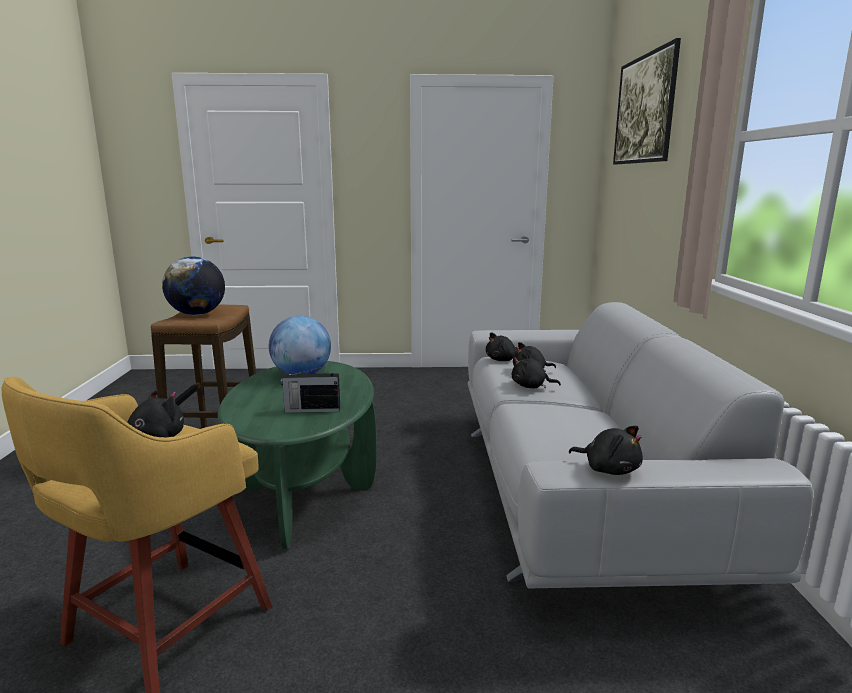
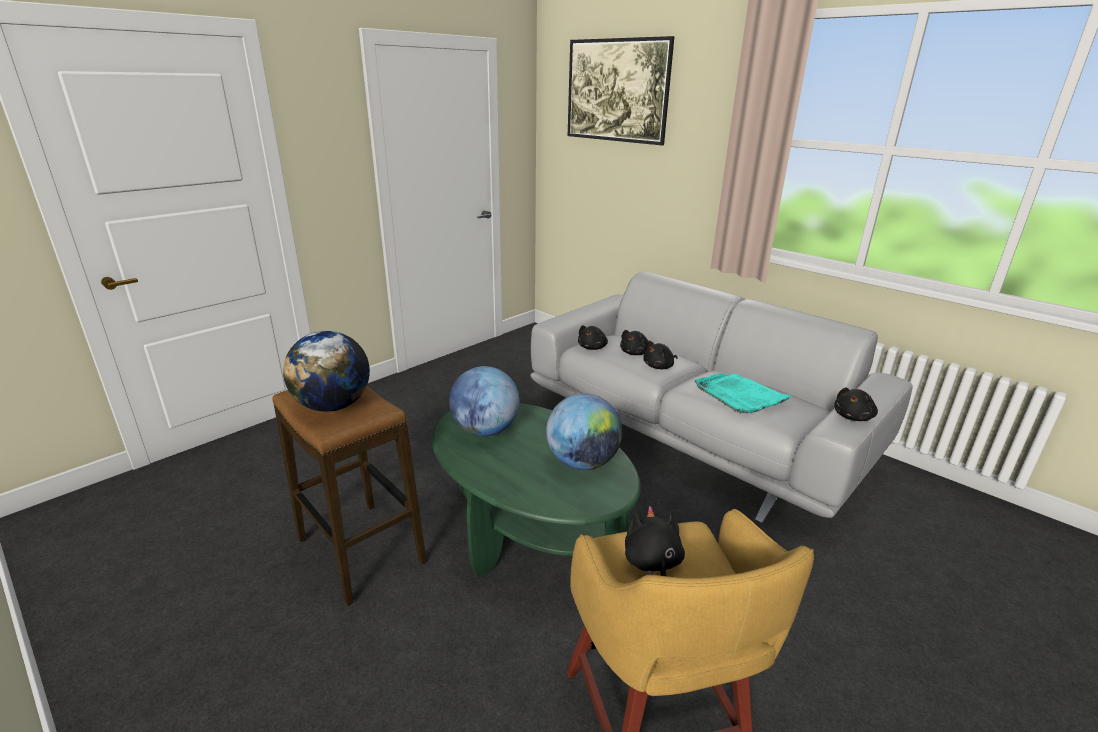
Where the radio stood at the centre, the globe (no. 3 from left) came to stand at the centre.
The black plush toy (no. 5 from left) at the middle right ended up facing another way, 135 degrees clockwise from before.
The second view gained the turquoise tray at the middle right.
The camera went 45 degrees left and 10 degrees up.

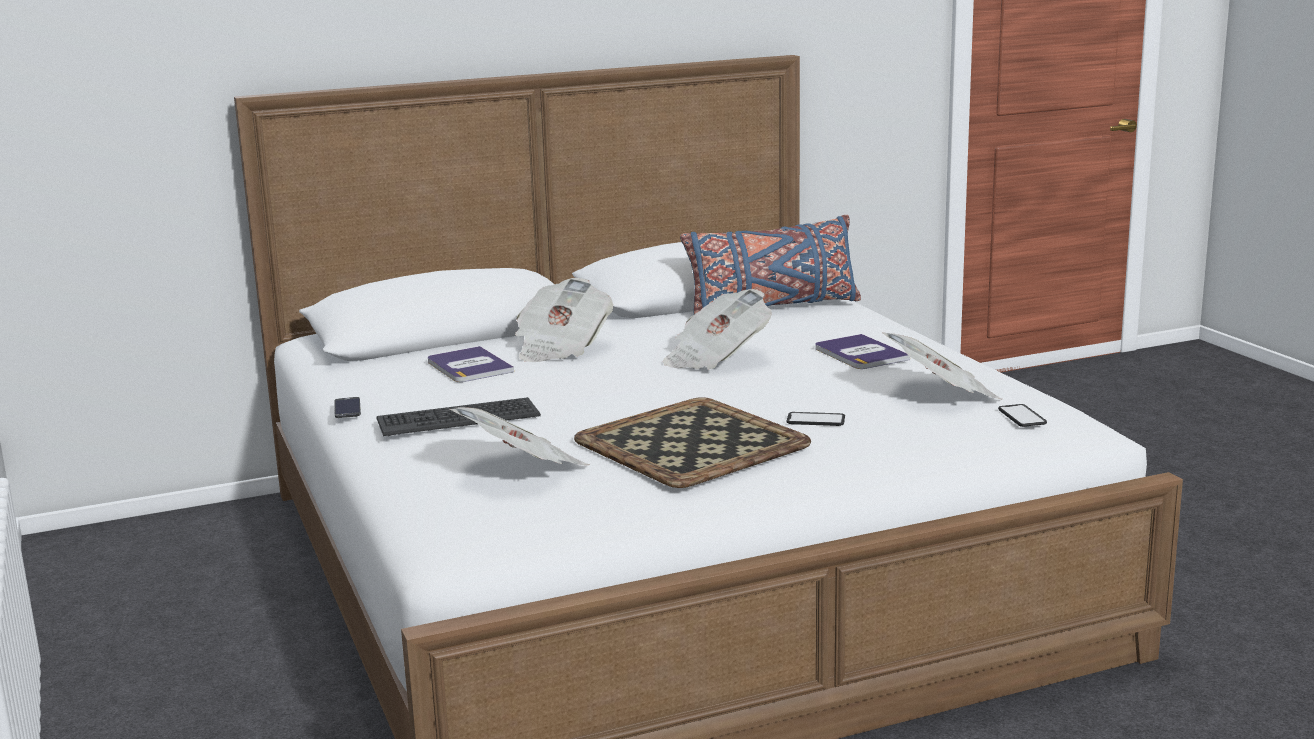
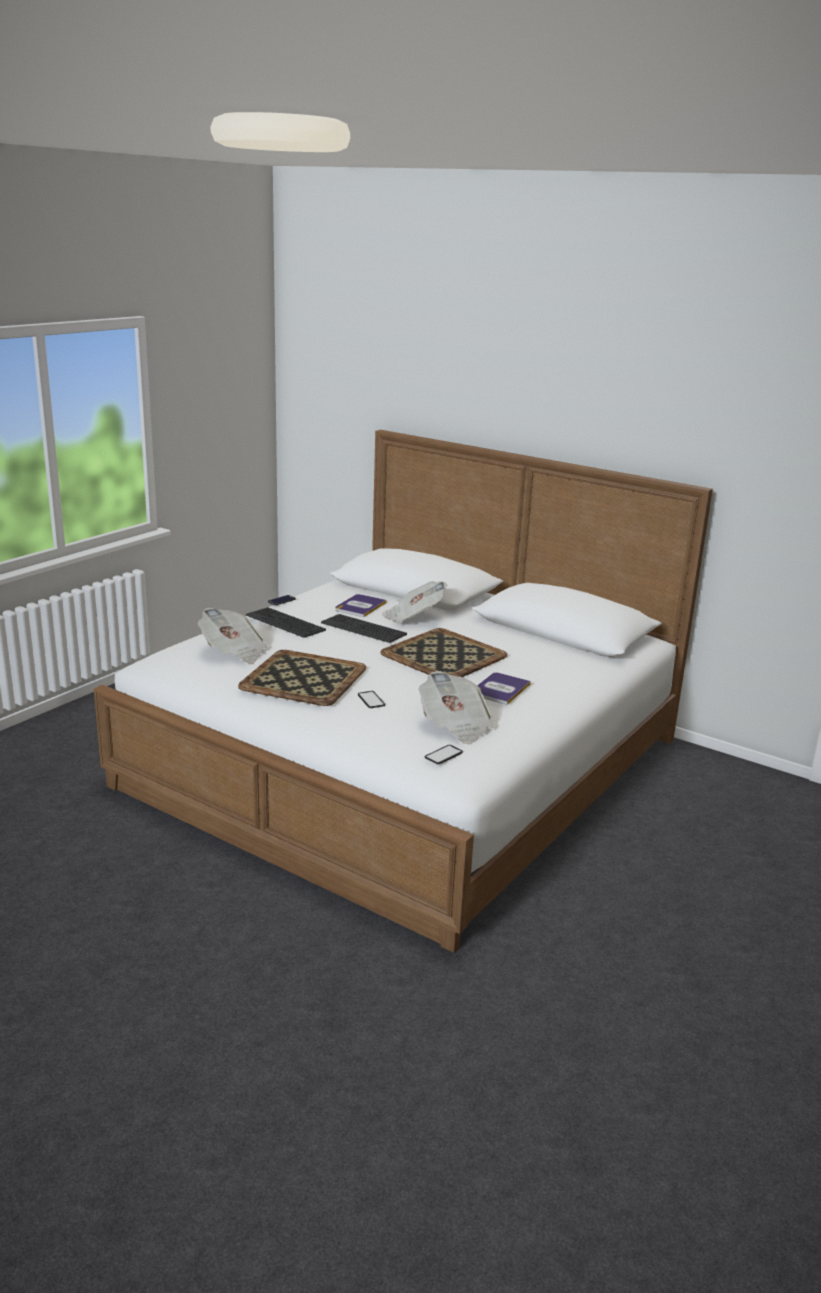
The second view lost the blue pillow at the centre.
Where the newspaper (no. 3 from left) stood at the centre, the tray (no. 2 from left) came to stand at the centre.
The second view gained the keyboard (no. 2 from left) at the centre.
The camera went 55 degrees right and 5 degrees up.

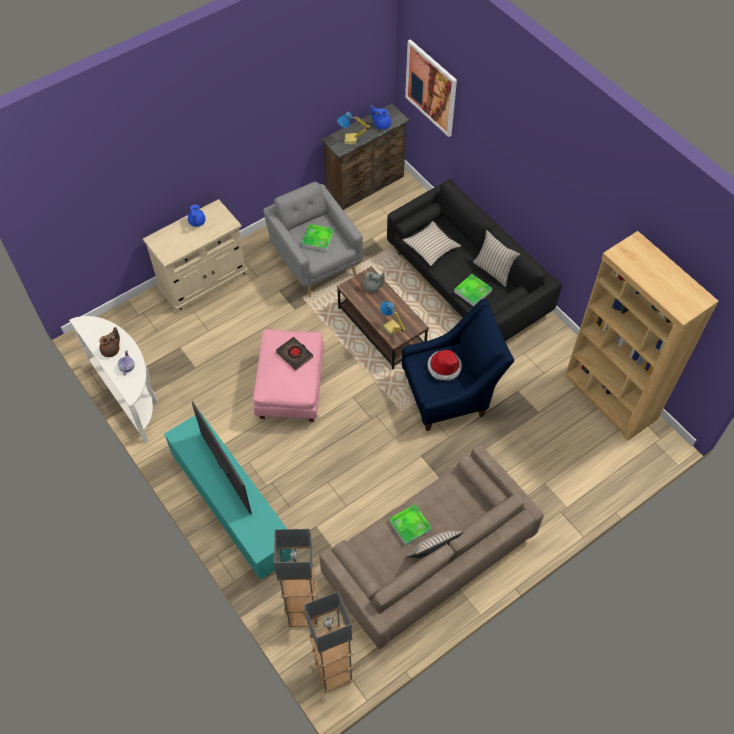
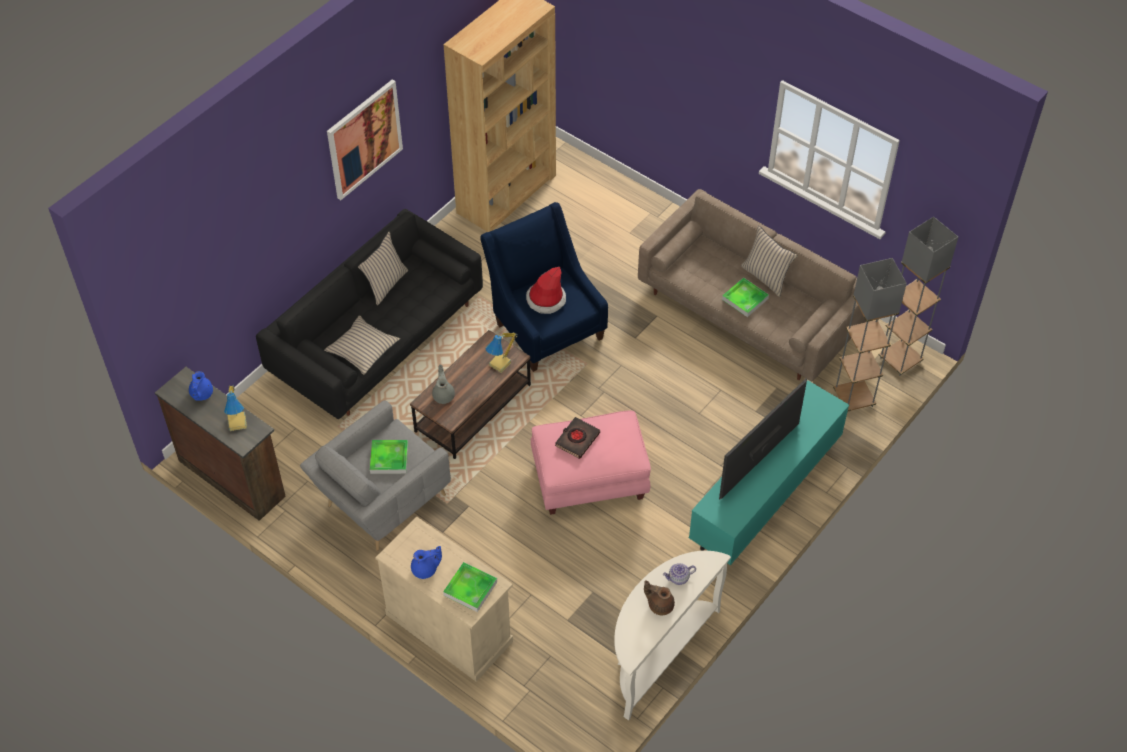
The picture ended up elsewhere, having gone from the top centre to the top left.
The tray (no. 3 from left in the first image) ended up elsewhere, having gone from the centre to the bottom centre.
The camera went 105 degrees left and 5 degrees down.

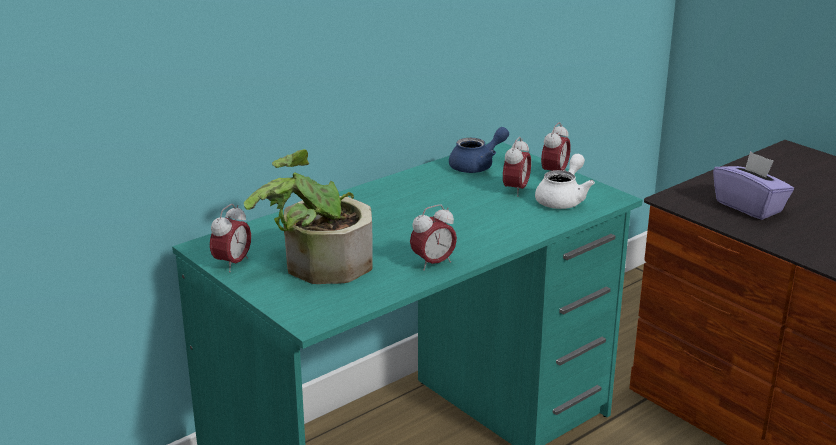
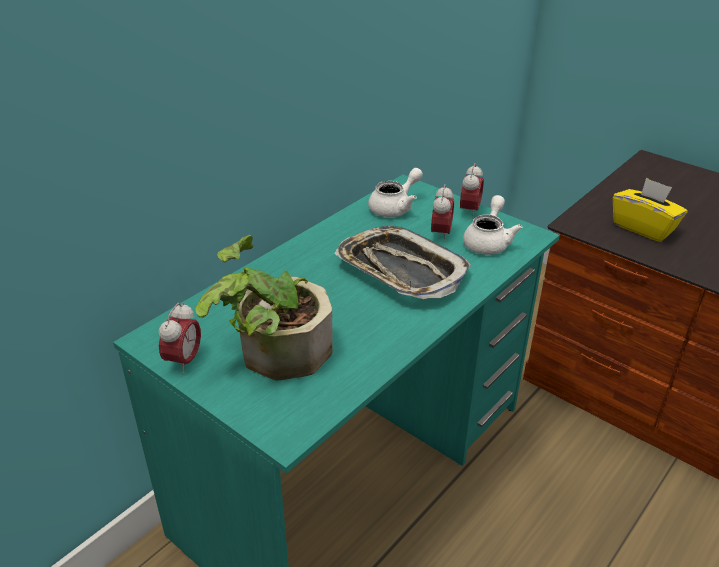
What was the blue teapot at the centre turned into the white teapot (no. 1 from left) at the centre.
What was the purple tissue box at the middle right turned into the yellow tissue box at the middle right.
The second view lost the alarm clock (no. 2 from left) at the centre.
The second view gained the tray at the centre.
The camera went 10 degrees left and 10 degrees up.

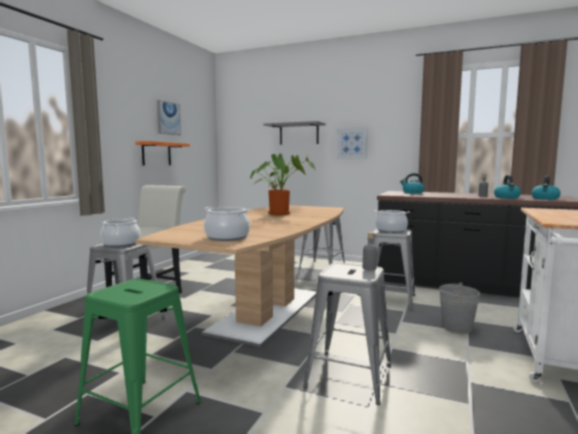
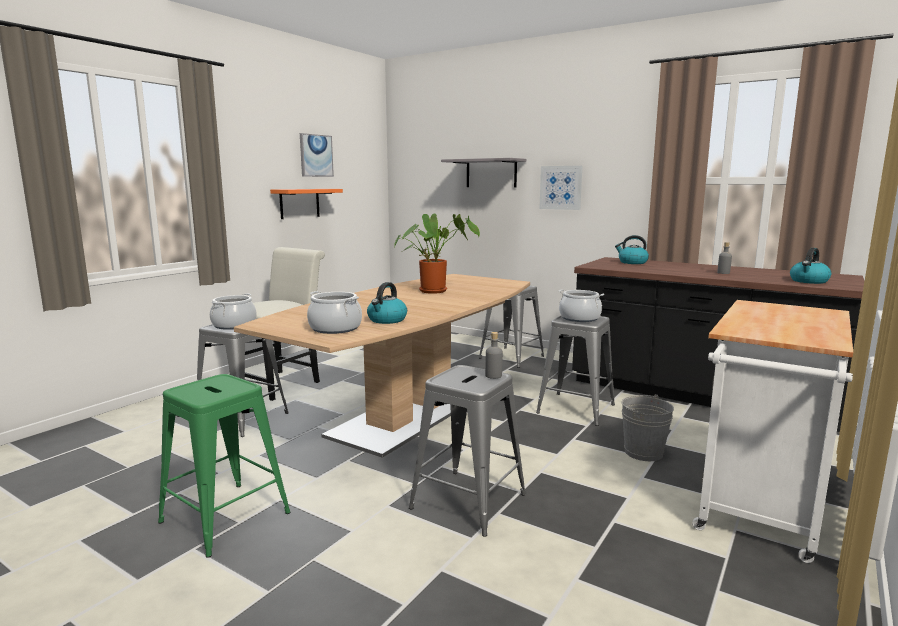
The kettle (no. 2 from left in the first image) ended up elsewhere, having gone from the middle right to the centre.
The camera went 10 degrees right and 5 degrees up.

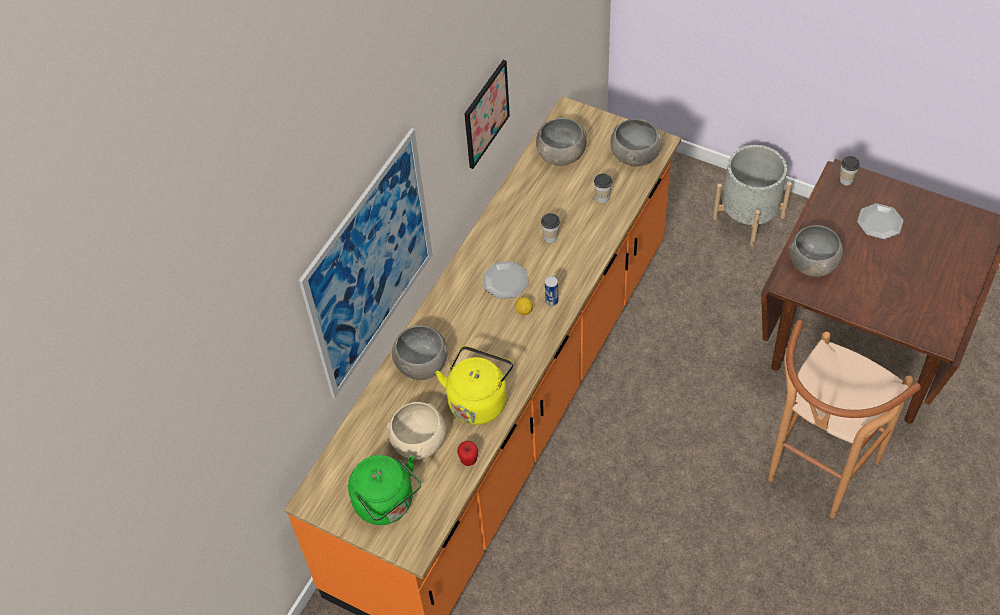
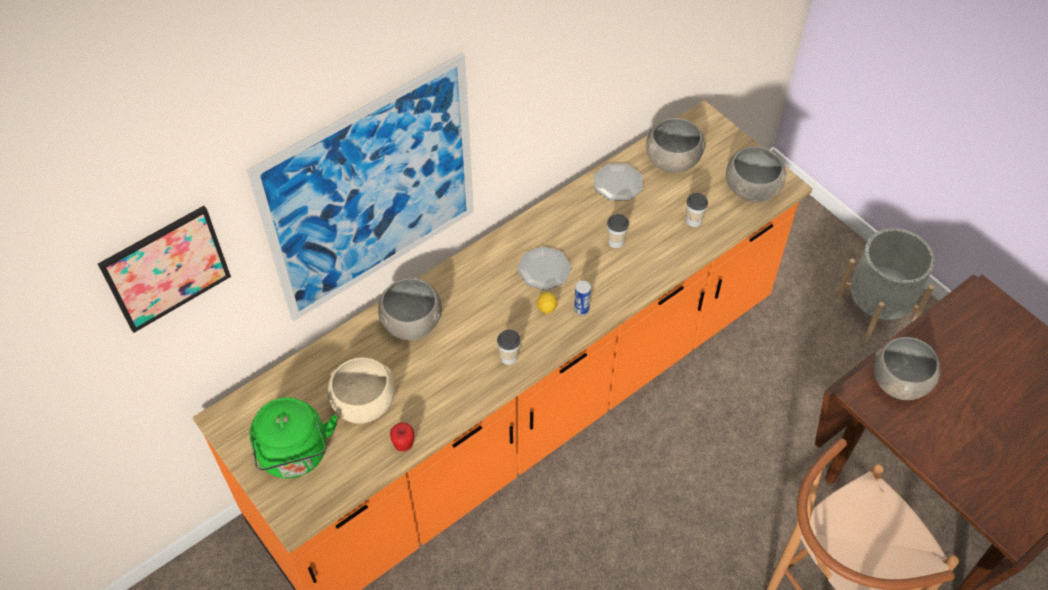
The picture (no. 2 from left in the first image) ended up elsewhere, having gone from the top centre to the middle left.
The cup (no. 3 from left in the first image) ended up elsewhere, having gone from the top right to the centre.
The plate (no. 2 from left) ended up elsewhere, having gone from the middle right to the top centre.
The second view lost the yellow kettle at the centre.
The camera went 20 degrees right and 0 degrees up.

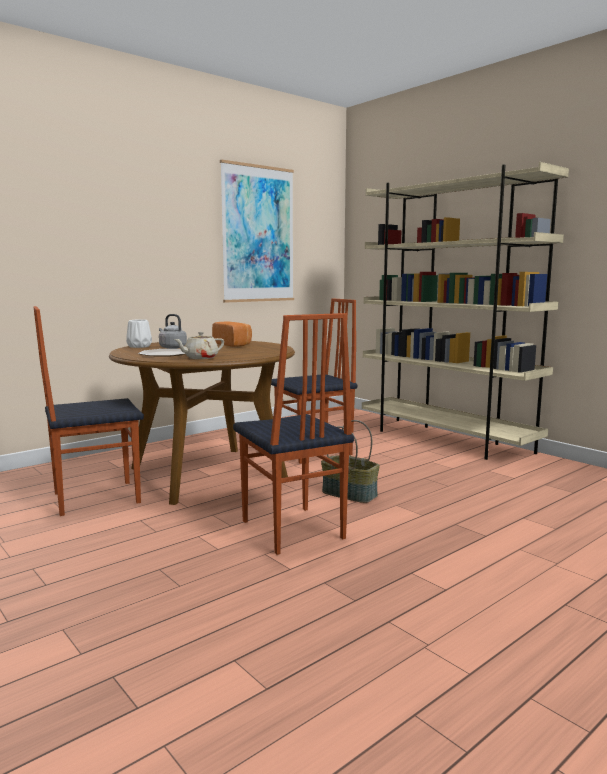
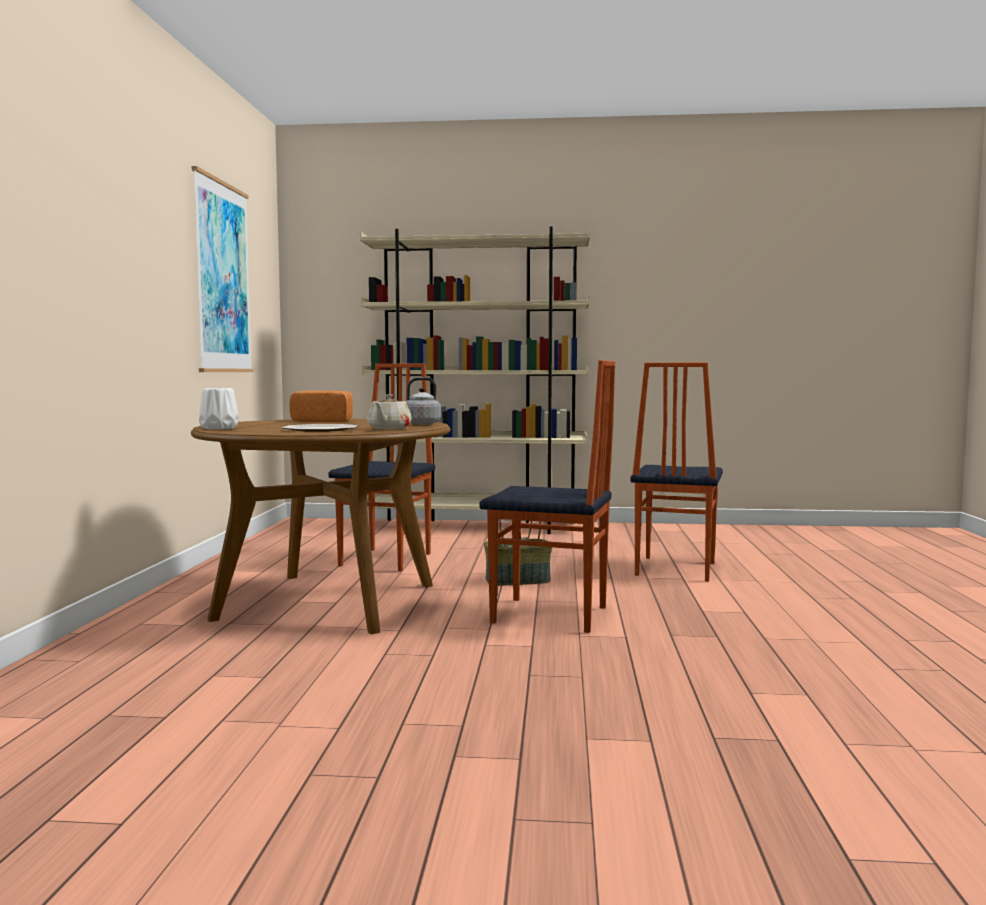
The chair (no. 1 from left in the first image) ended up elsewhere, having gone from the middle left to the middle right.
The grey kettle ended up elsewhere, having gone from the middle left to the centre.
The camera went 45 degrees left and 5 degrees down.

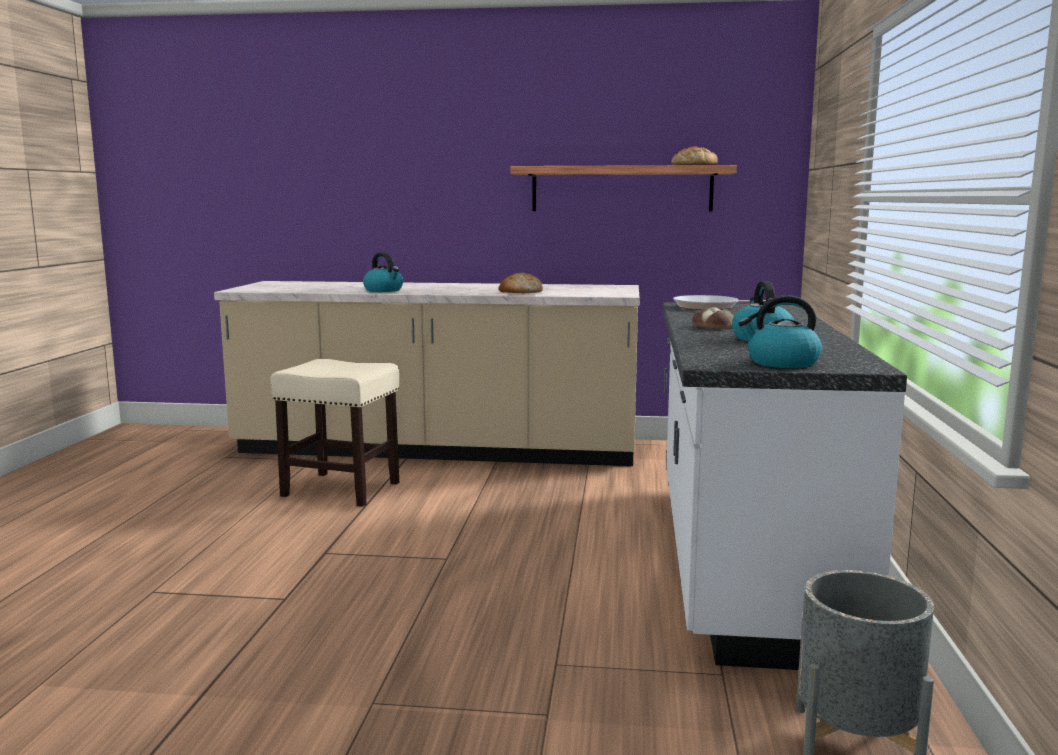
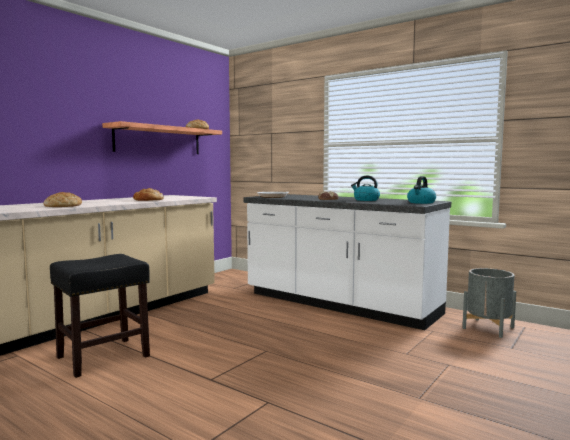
Where the kettle (no. 1 from left) stood at the centre, the bread (no. 1 from left) came to stand at the middle left.
What was the beige stool at the middle left turned into the black stool at the bottom left.
The camera went 60 degrees left and 5 degrees down.

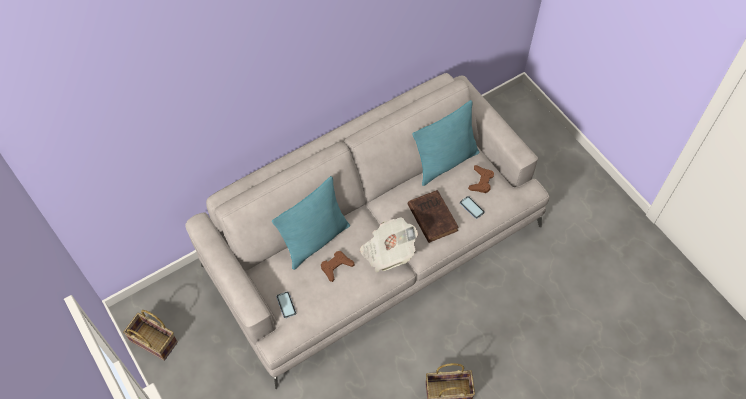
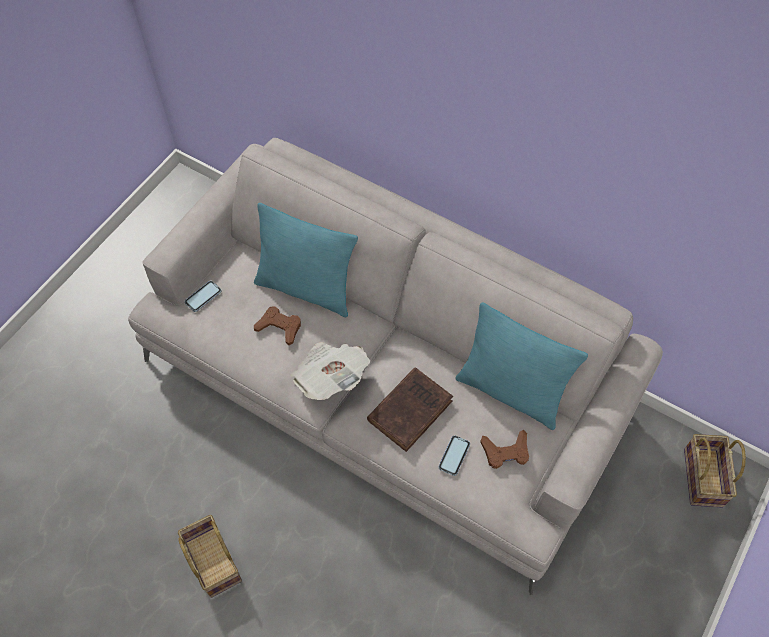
The basket (no. 1 from left in the first image) ended up elsewhere, having gone from the bottom left to the bottom right.
The camera went 65 degrees right and 0 degrees up.

